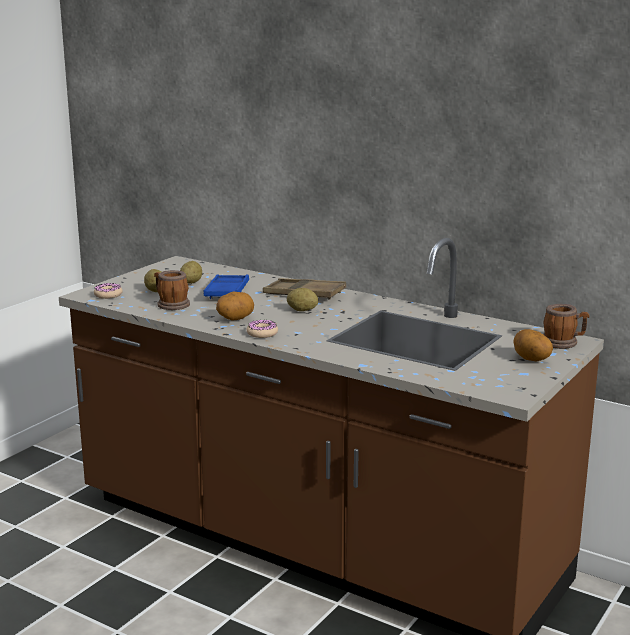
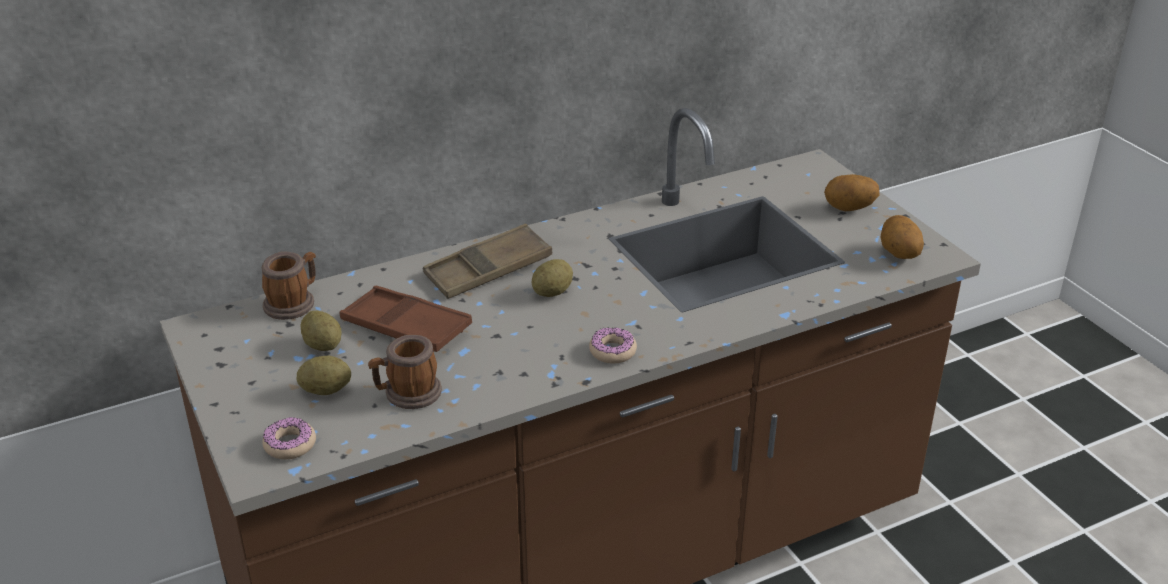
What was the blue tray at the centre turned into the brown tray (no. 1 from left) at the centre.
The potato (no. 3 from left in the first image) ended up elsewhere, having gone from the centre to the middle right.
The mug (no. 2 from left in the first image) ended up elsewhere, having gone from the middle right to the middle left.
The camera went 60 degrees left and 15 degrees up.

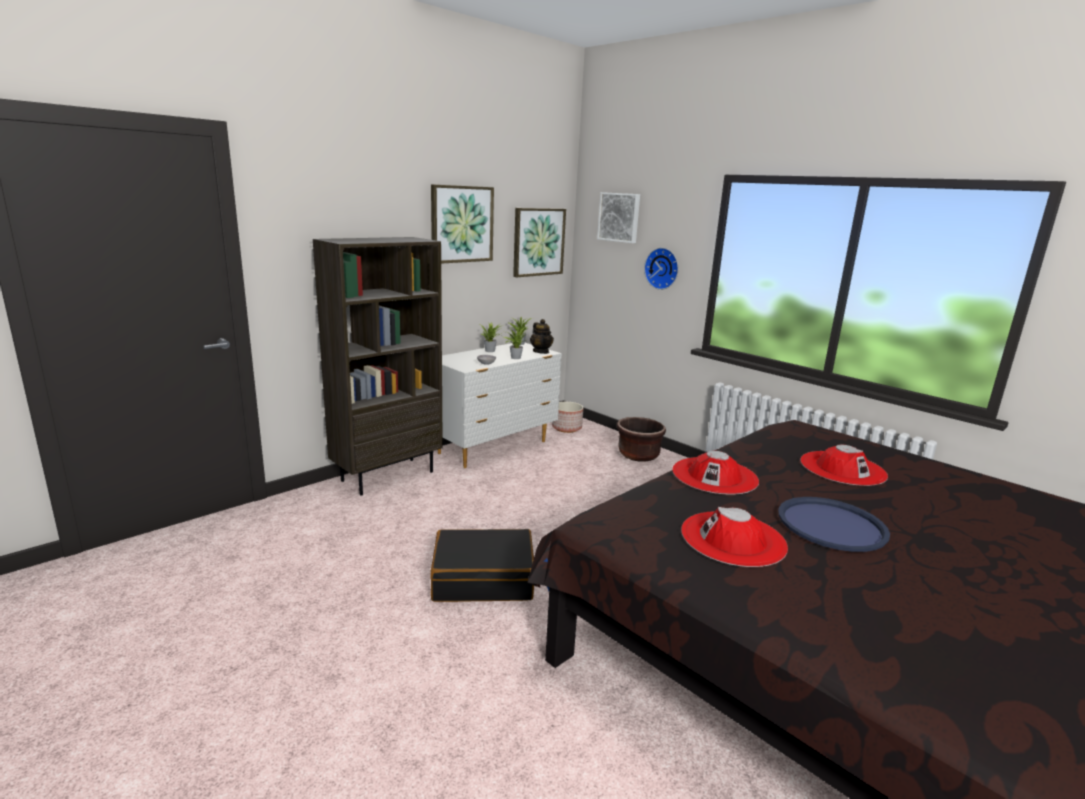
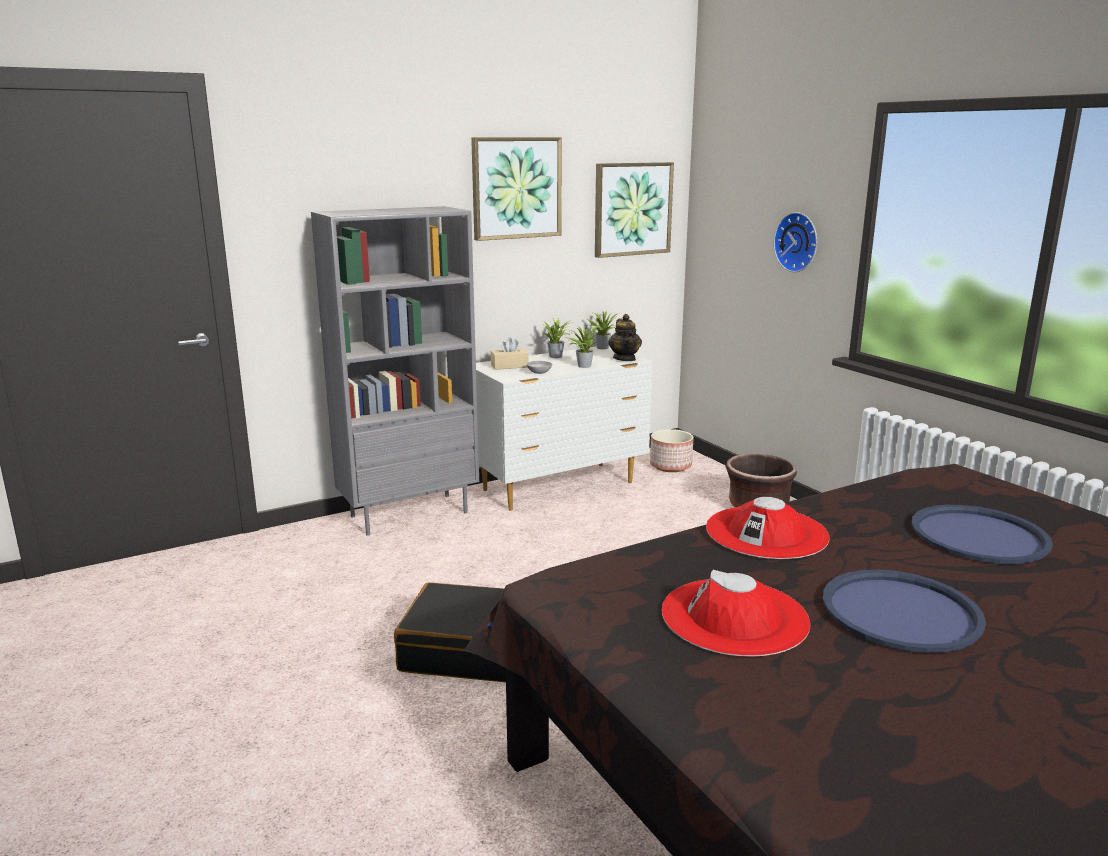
The second view lost the picture (no. 3 from left) at the top centre.
What was the brown bookcase at the centre turned into the grey bookcase at the centre.
Where the red hat (no. 3 from left) stood at the middle right, the blue tray (no. 2 from left) came to stand at the middle right.
The second view gained the beige tissue box at the centre.
The camera went 15 degrees right and 0 degrees up.

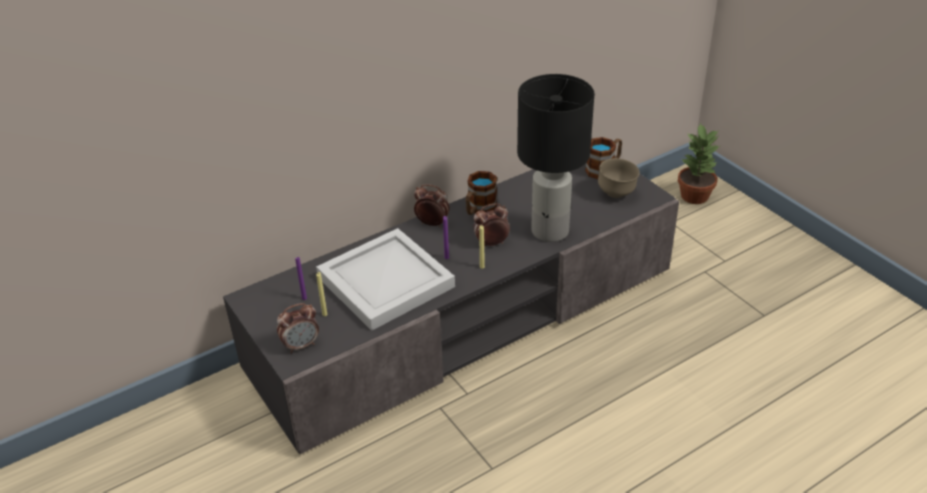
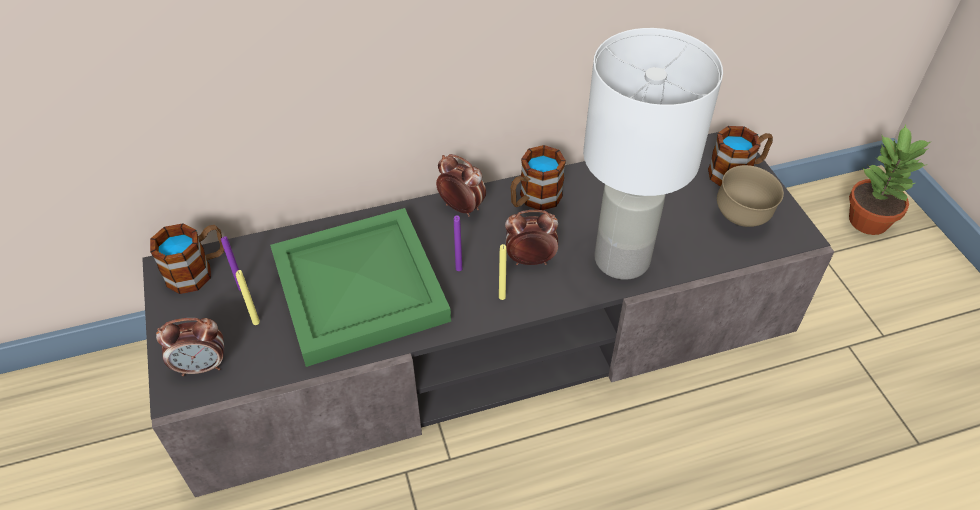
What was the black table lamp at the top centre turned into the white table lamp at the top centre.
What was the white tray at the centre turned into the green tray at the centre.
The second view gained the mug (no. 1 from left) at the middle left.
The camera went 15 degrees right and 10 degrees up.

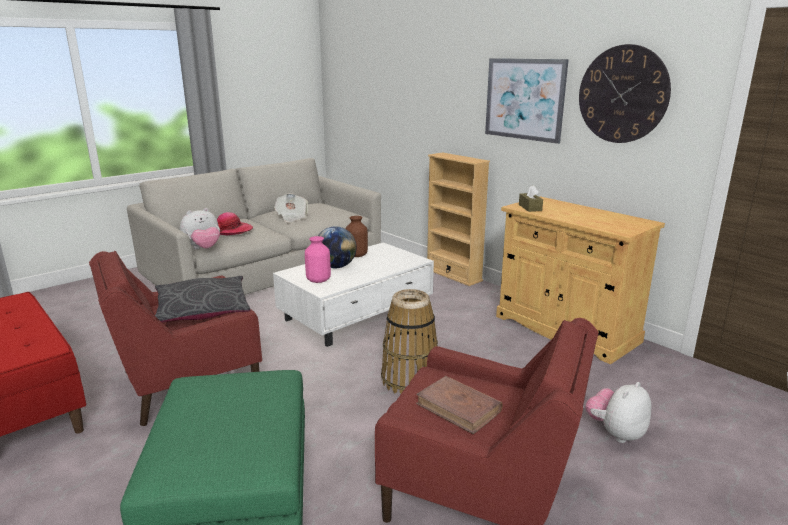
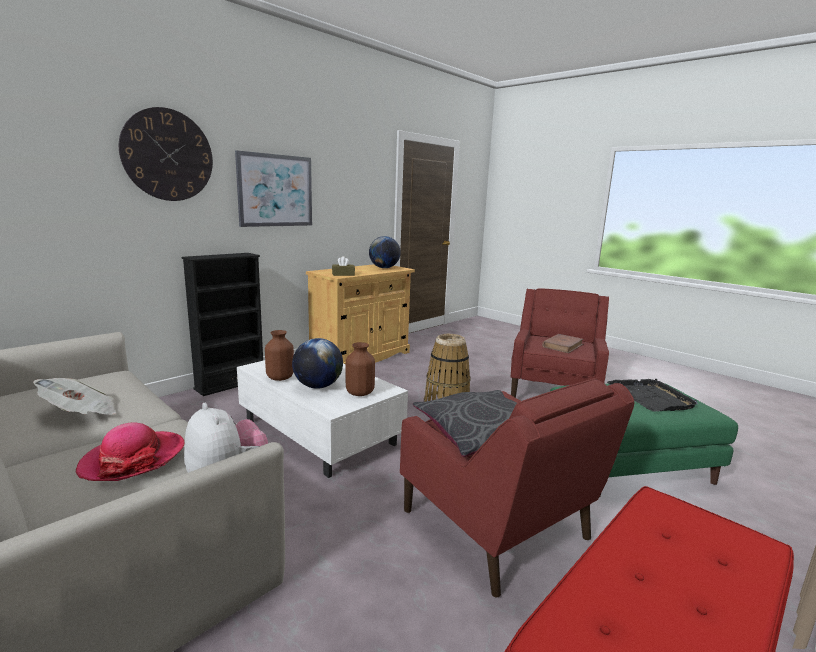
The wall clock ended up elsewhere, having gone from the top right to the top left.
What was the beige bookcase at the centre turned into the black bookcase at the middle left.
What was the pink vase at the centre turned into the brown vase (no. 2 from left) at the centre.
The second view lost the plush toy (no. 2 from left) at the bottom right.
The second view gained the globe (no. 2 from left) at the centre.
The second view gained the black tray at the middle right.
The camera went 95 degrees left and 5 degrees down.

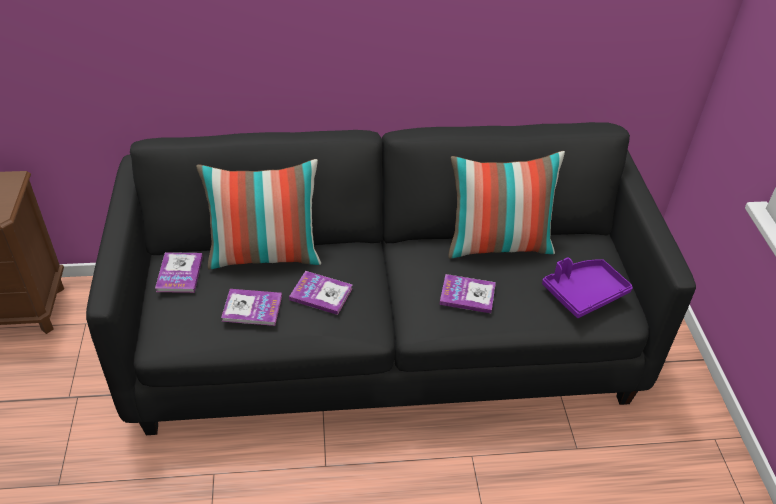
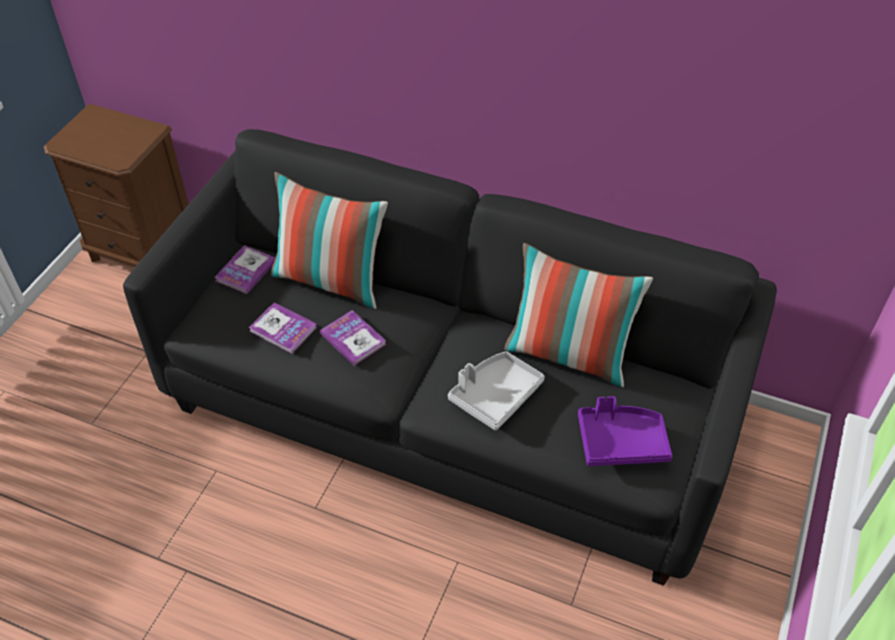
Where the book (no. 4 from left) stood at the centre, the grey tray came to stand at the centre.
The camera went 30 degrees right and 5 degrees up.

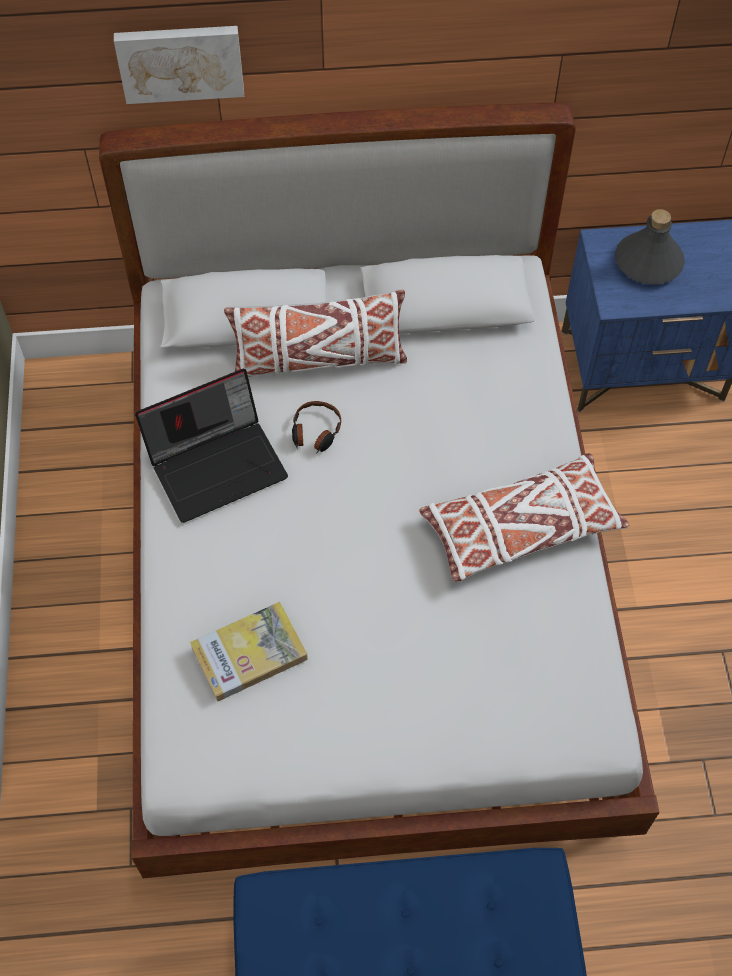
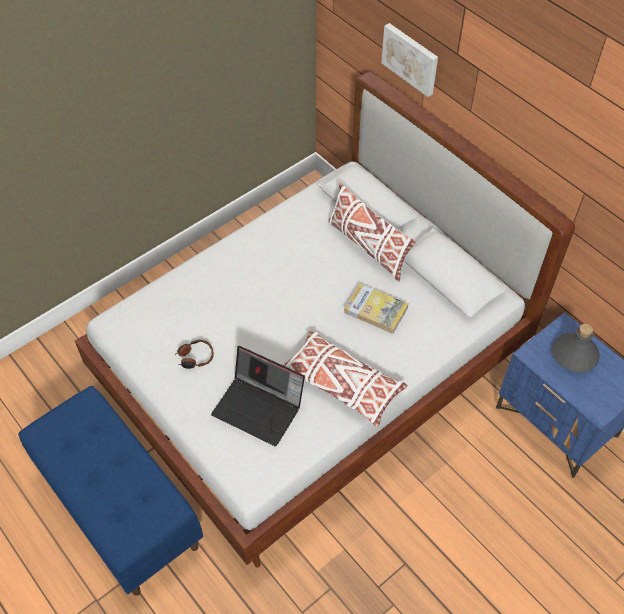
The laptop ended up elsewhere, having gone from the middle left to the centre.
The headphones ended up elsewhere, having gone from the centre to the middle left.
The book ended up elsewhere, having gone from the bottom centre to the centre.
The camera went 55 degrees right and 5 degrees down.

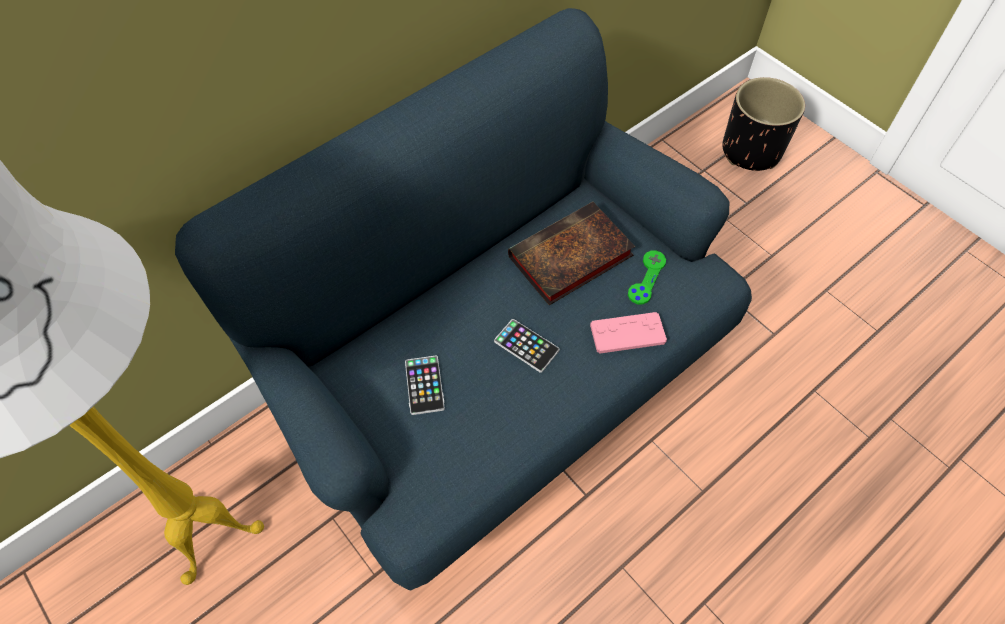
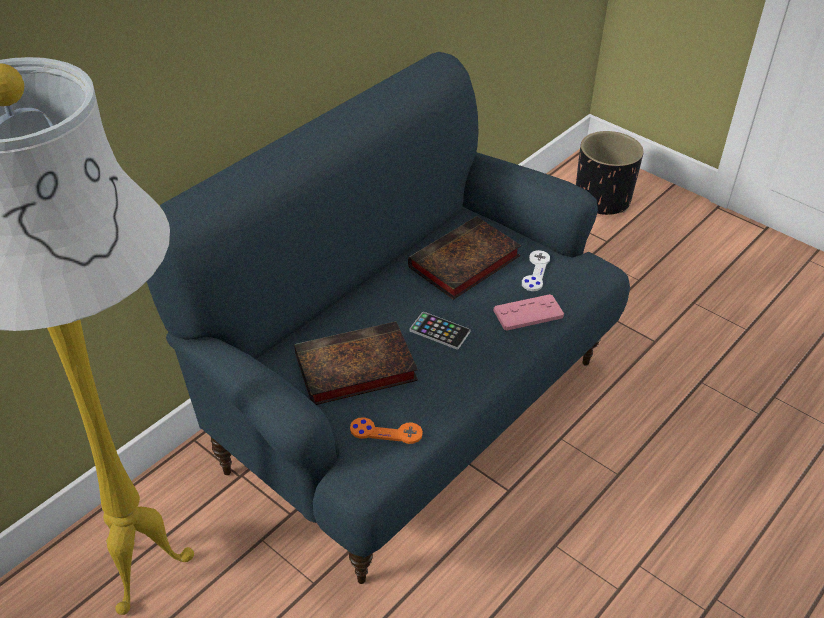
What was the green game controller at the centre turned into the white game controller at the centre.
Where the phone (no. 1 from left) stood at the centre, the book (no. 1 from left) came to stand at the centre.
The second view gained the orange game controller at the bottom centre.
The camera went 10 degrees left and 15 degrees down.

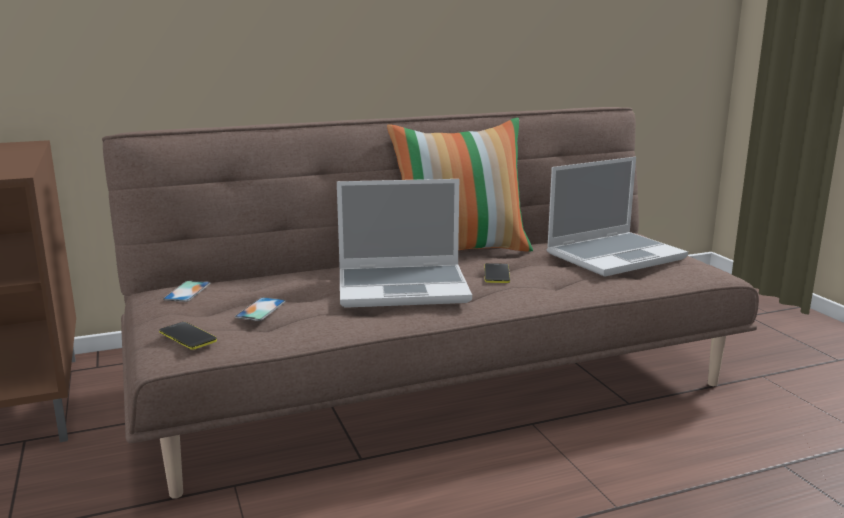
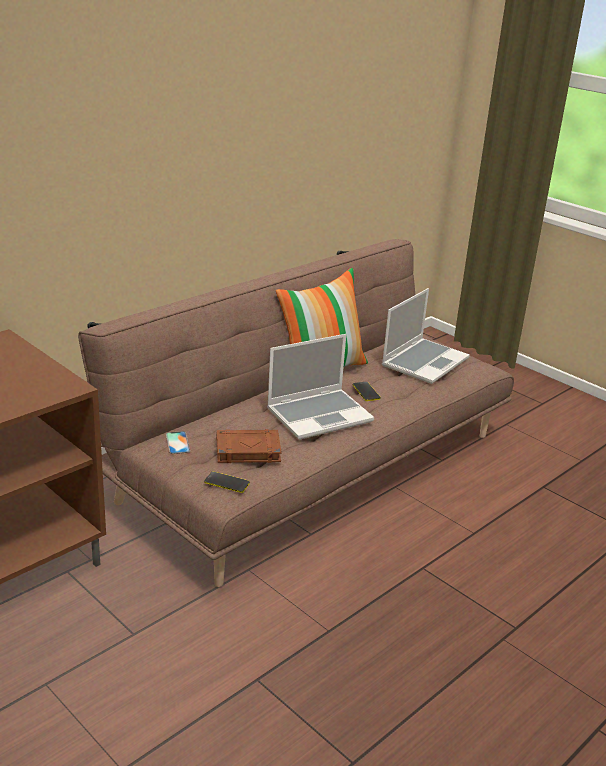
Where the phone (no. 3 from left) stood at the middle left, the brown book came to stand at the centre.
The camera went 25 degrees left and 10 degrees up.

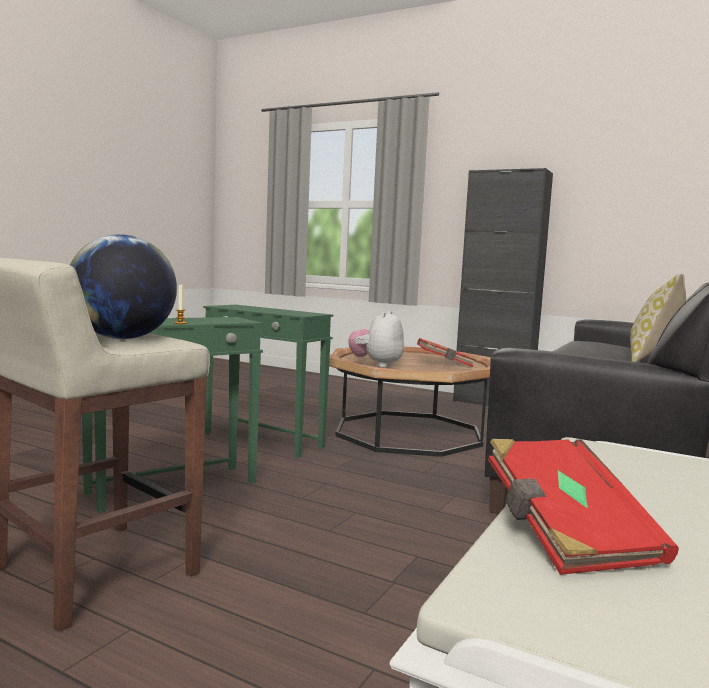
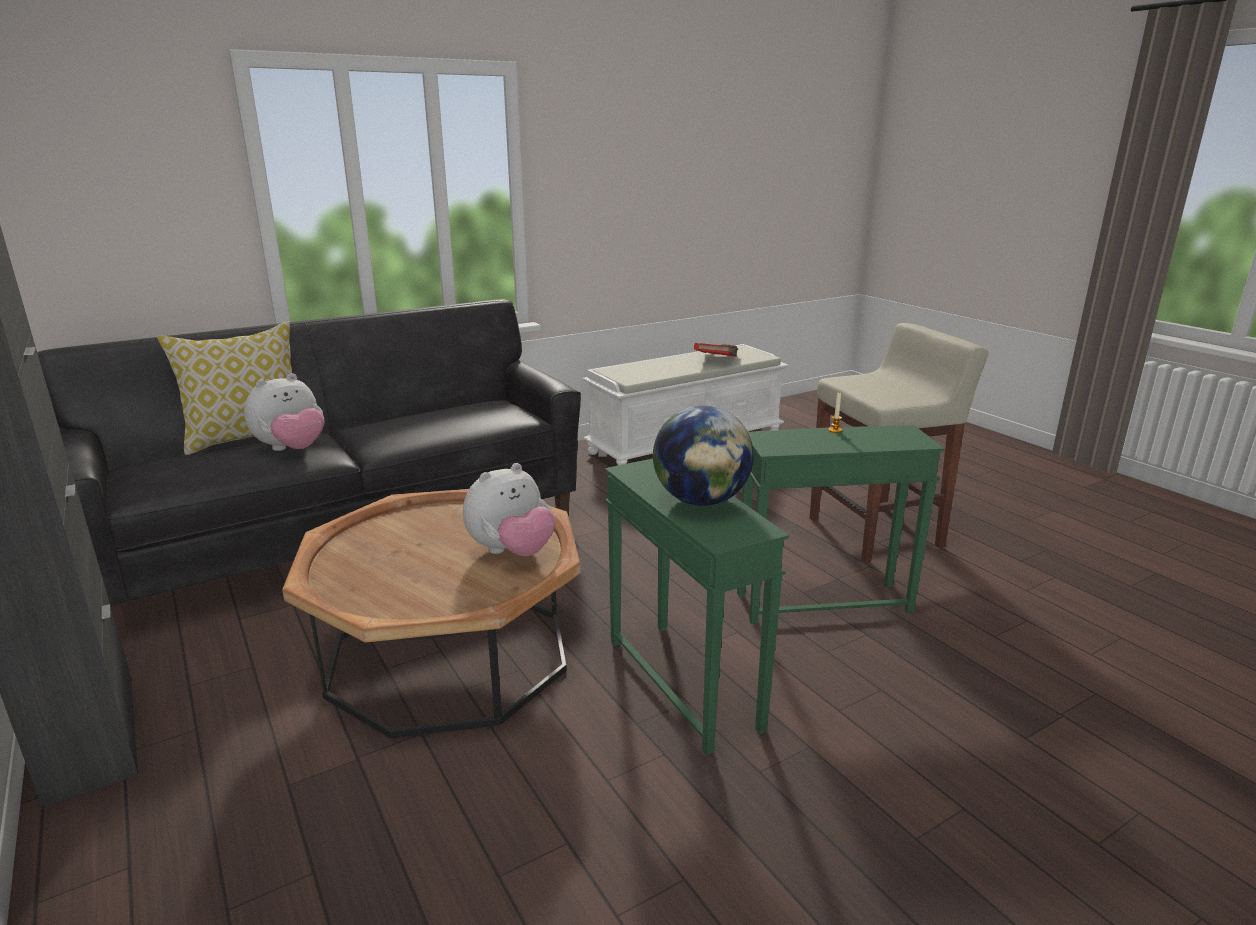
The globe ended up elsewhere, having gone from the middle left to the centre.
The second view lost the red book (no. 1 from left) at the centre.
The second view gained the plush toy (no. 1 from left) at the middle left.
The camera went 150 degrees left and 15 degrees up.

